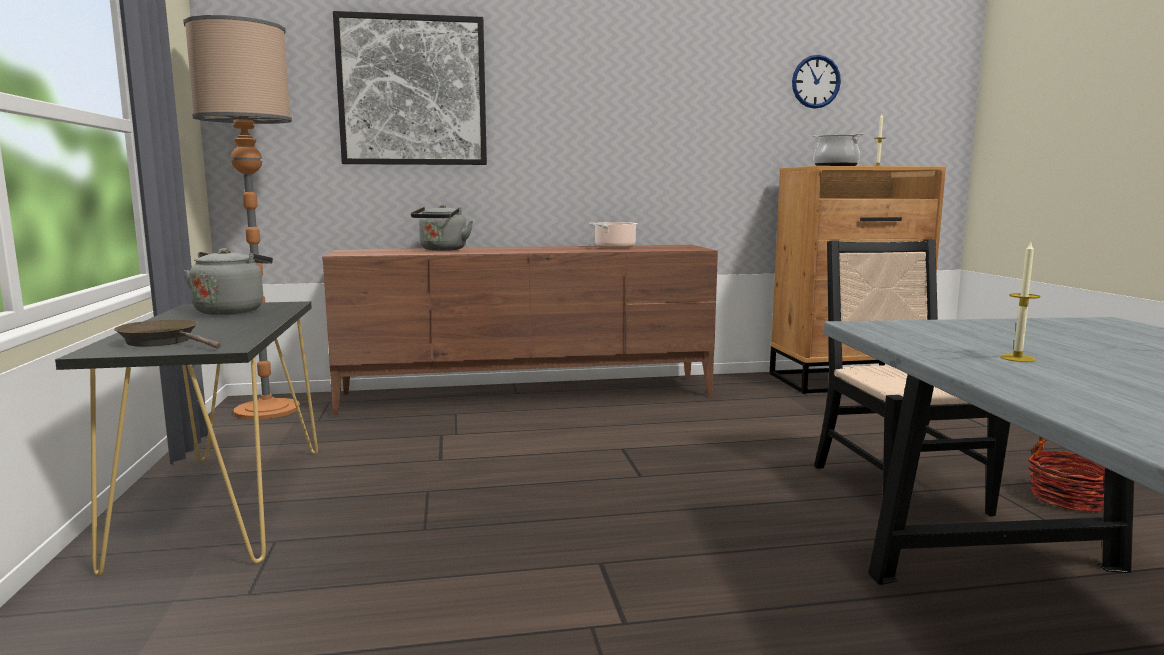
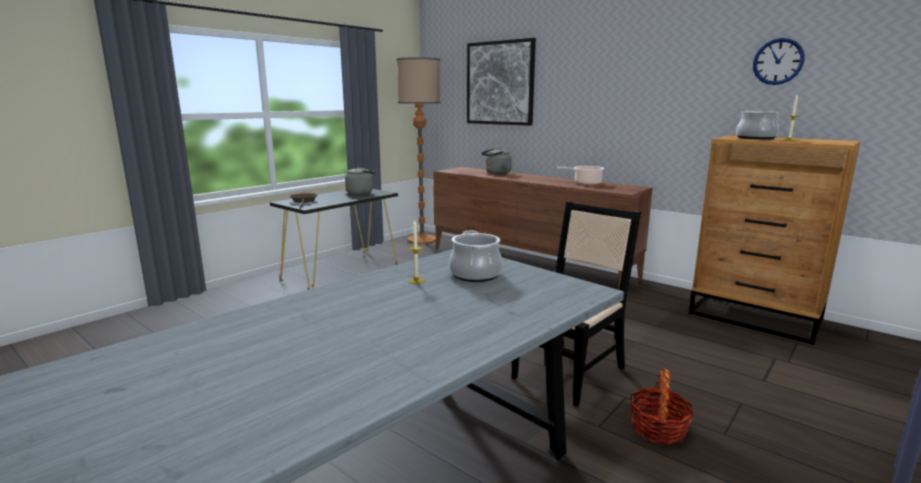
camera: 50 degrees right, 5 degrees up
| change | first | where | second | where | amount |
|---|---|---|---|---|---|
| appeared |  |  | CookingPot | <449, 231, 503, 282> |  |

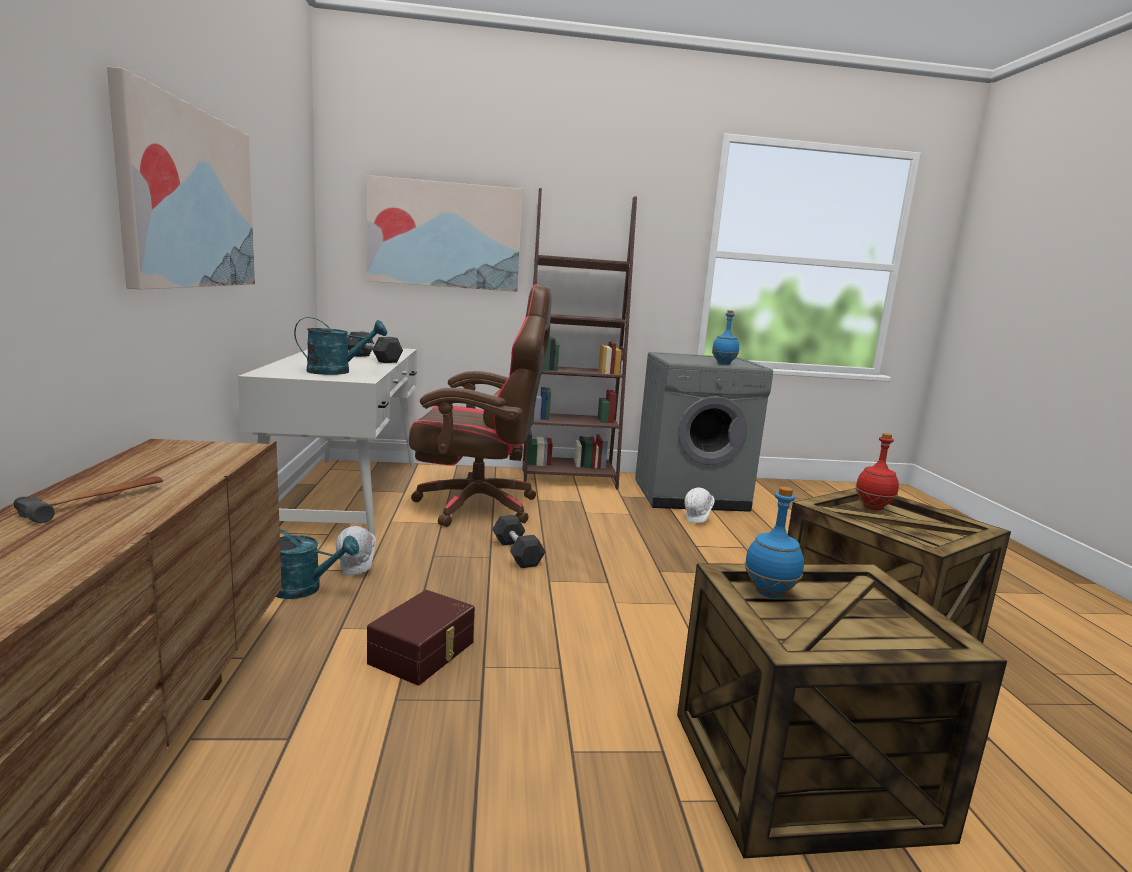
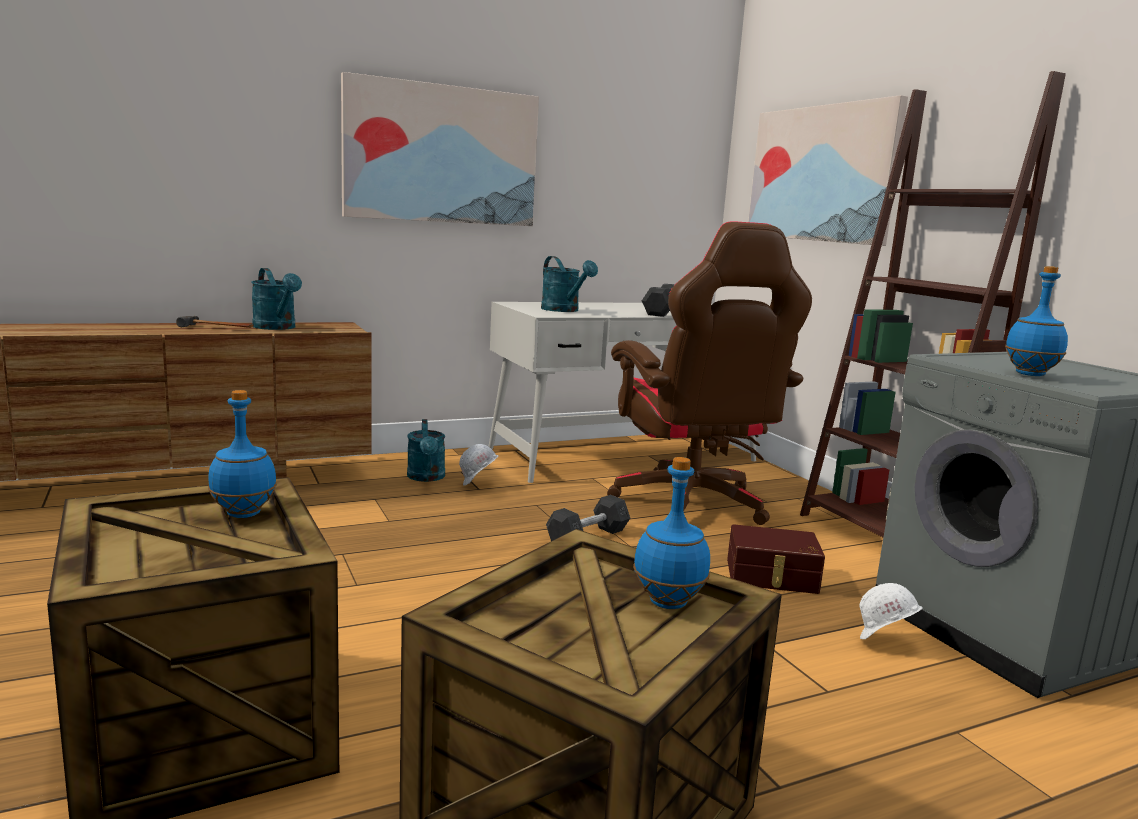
camera: 70 degrees right, 0 degrees up
| change | first | where | second | where | amount |
|---|---|---|---|---|---|
| appeared |  |  | TurquoiseWateringCan | <251, 268, 302, 330> |  |
| relocated | BrownStorageBox | <367, 590, 475, 685> |  | <727, 524, 825, 594> |  |
| colour | RedBottle | <856, 433, 899, 510> | BlueBottle | <633, 457, 710, 609> |  |

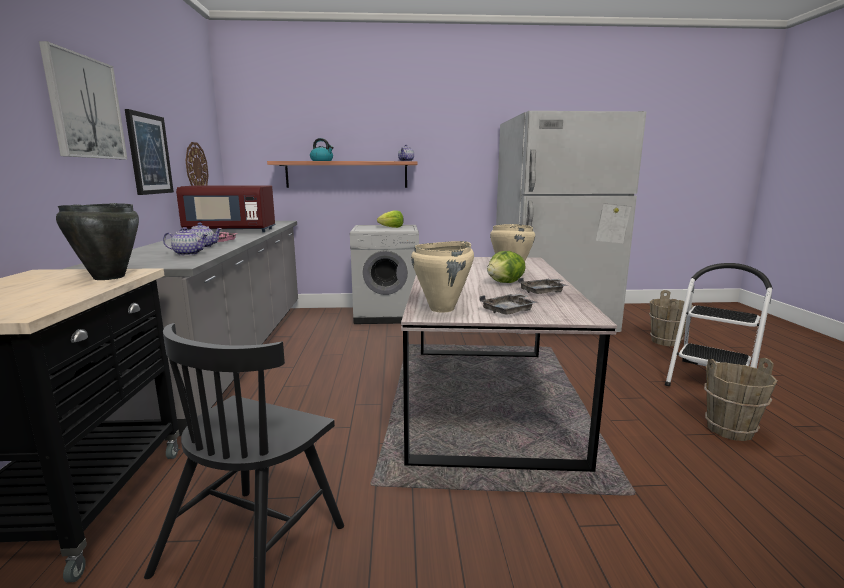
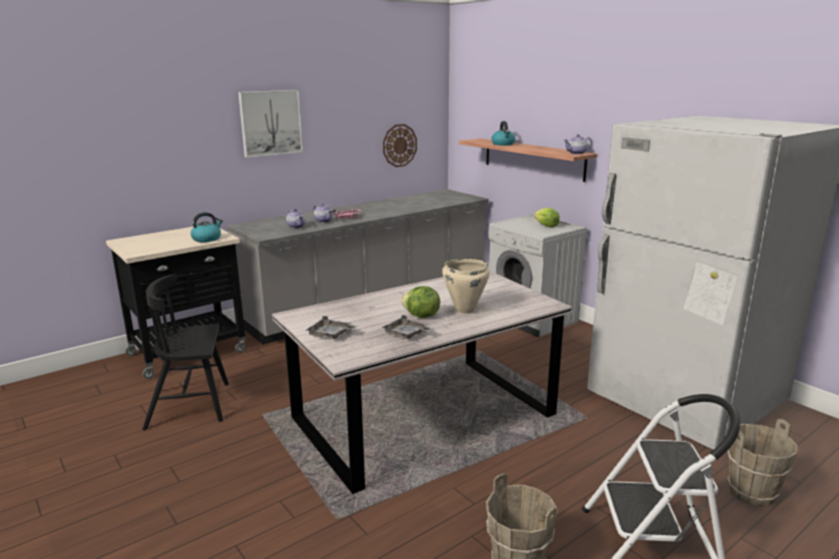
camera: 55 degrees right, 5 degrees up
| change | first | where | second | where | amount |
|---|---|---|---|---|---|
| missing | Picture | <125, 109, 174, 195> |  |  |  |
| missing | RedMicrowave | <176, 185, 276, 232> |  |  |  |
| missing | BeigeCookingPot | <411, 241, 474, 313> |  |  |  |
| exchanged | BlackCookingPot | <56, 203, 139, 280> | Kettle | <191, 212, 223, 242> |  |

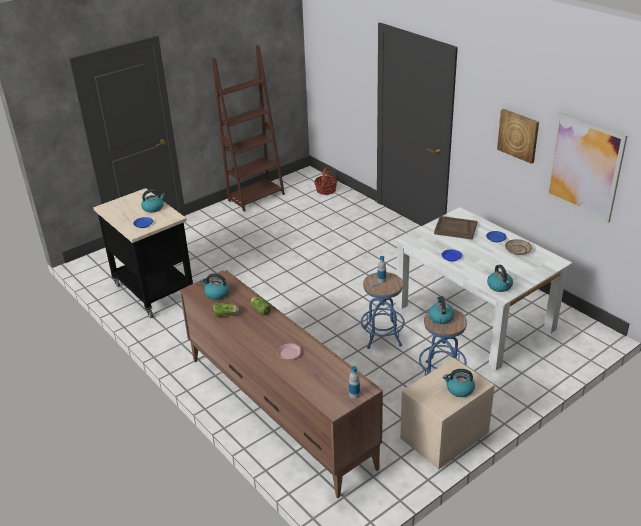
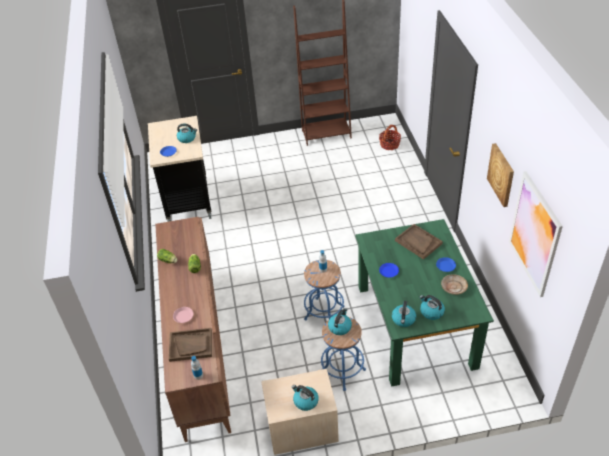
camera: 30 degrees right, 10 degrees up
| change | first | where | second | where | amount |
|---|---|---|---|---|---|
| appeared |  |  | BrownTray | <169, 328, 212, 362> |  |
| relocated | Kettle | <200, 273, 230, 300> |  | <419, 295, 445, 320> |  |
| colour | WhiteDiningTable | <393, 207, 573, 371> | GreenDiningTable | <355, 219, 494, 387> |  |

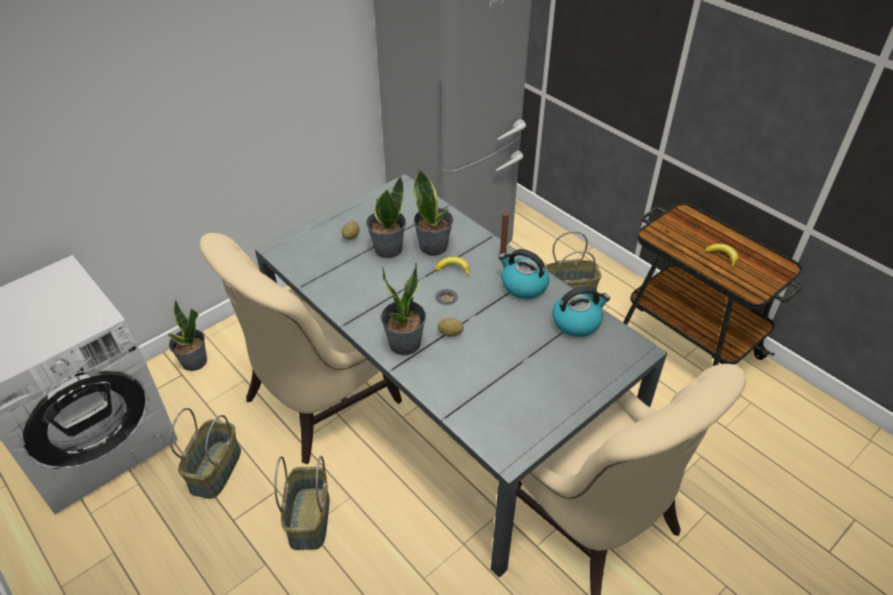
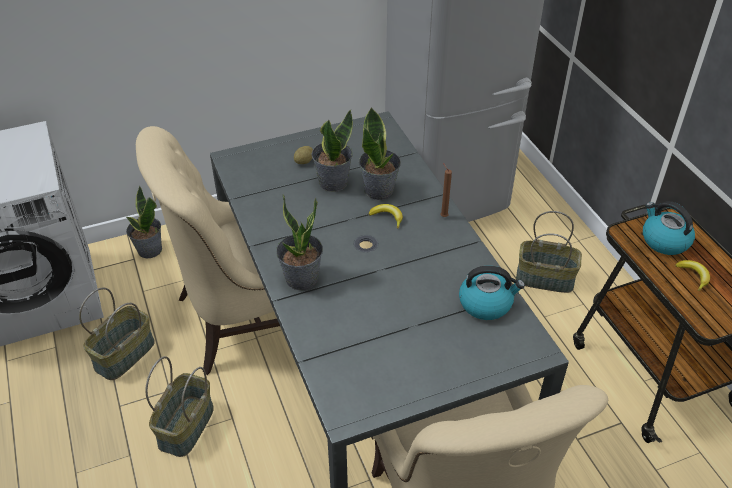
camera: 20 degrees right, 0 degrees up
| change | first | where | second | where | amount |
|---|---|---|---|---|---|
| missing | Potato | <438, 318, 464, 337> |  |  |  |
| relocated | Kettle | <499, 249, 549, 299> |  | <643, 201, 695, 255> |  |

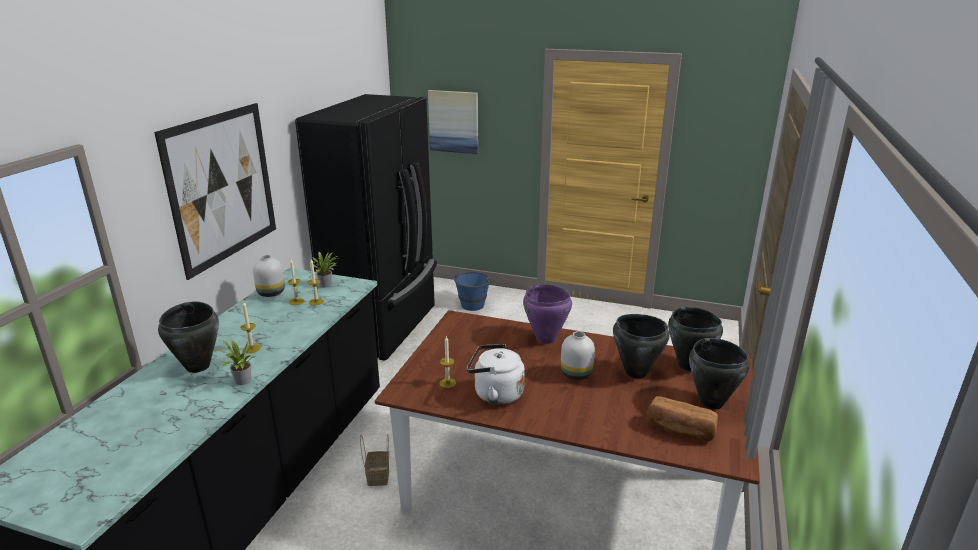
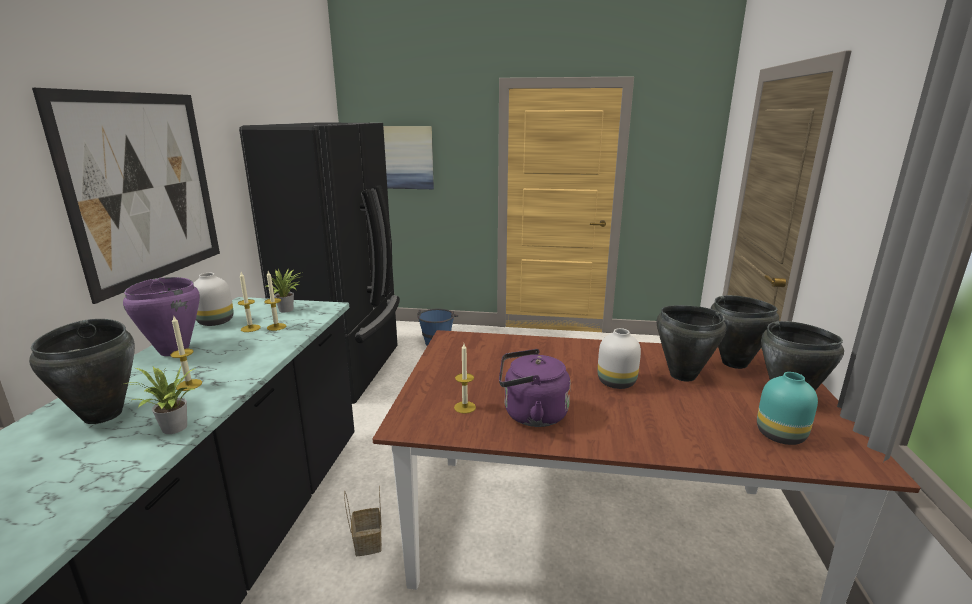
camera: 10 degrees left, 5 degrees down
| change | first | where | second | where | amount |
|---|---|---|---|---|---|
| relocated | PurpleCookingPot | <523, 284, 572, 344> |  | <123, 277, 200, 356> |  |
| exchanged | Bread | <647, 396, 718, 442> | TurquoiseVase | <757, 372, 818, 445> |  |
| colour | WhiteKettle | <467, 344, 525, 405> | PurpleKettle | <499, 349, 571, 427> |  |

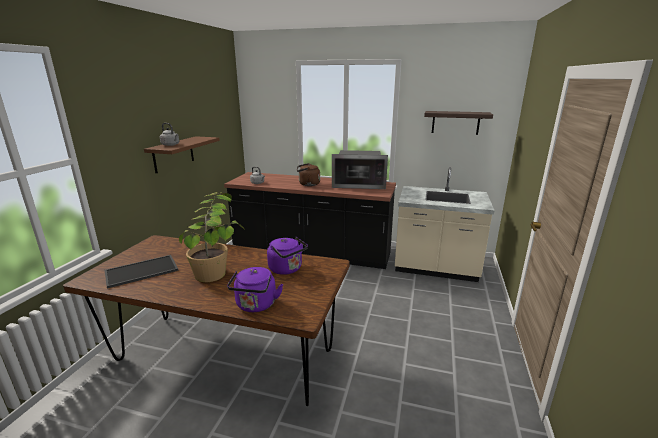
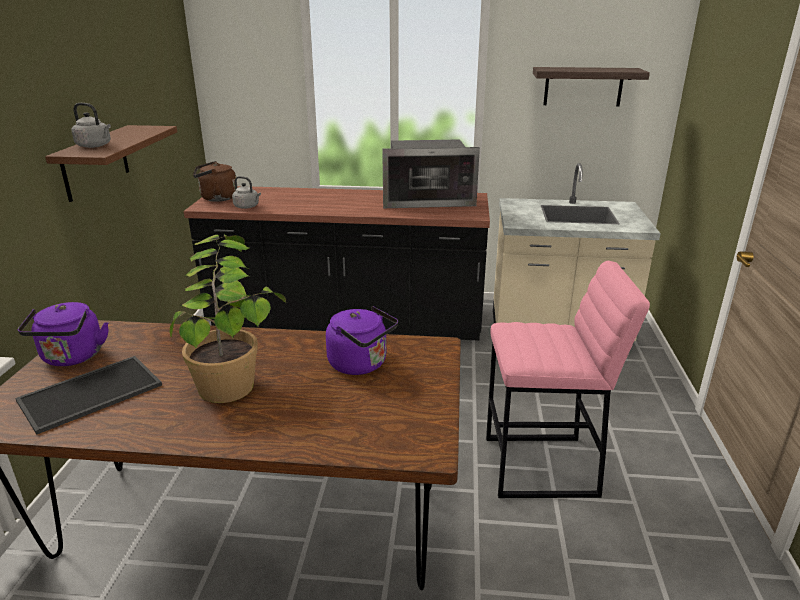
camera: 10 degrees left, 5 degrees up
| change | first | where | second | where | amount |
|---|---|---|---|---|---|
| appeared |  |  | PinkStool | <486, 260, 650, 498> |  |
| relocated | PurpleKettle | <227, 267, 283, 312> |  | <18, 302, 108, 366> |  |
| relocated | BrownKettle | <297, 163, 320, 186> |  | <193, 161, 238, 202> |  |

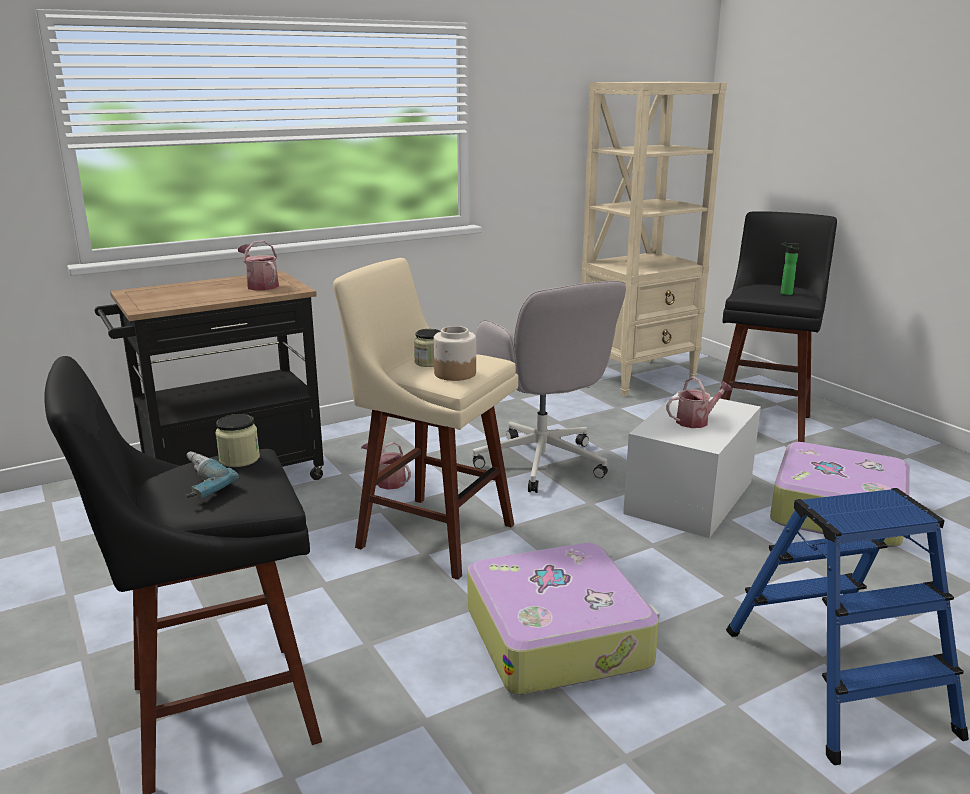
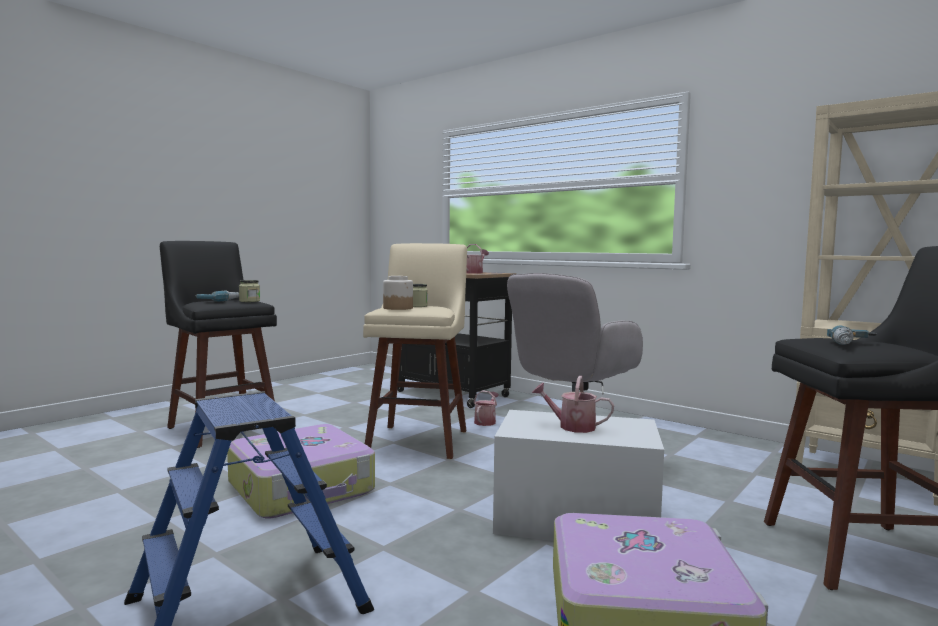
camera: 70 degrees right, 15 degrees down
| change | first | where | second | where | amount |
|---|---|---|---|---|---|
| exchanged | Bottle | <781, 242, 800, 295> | PowerDrill | <827, 325, 876, 345> |  |
| spun | WateringCan | <666, 376, 732, 428> |  | <532, 376, 614, 433> | 150 degrees clockwise |

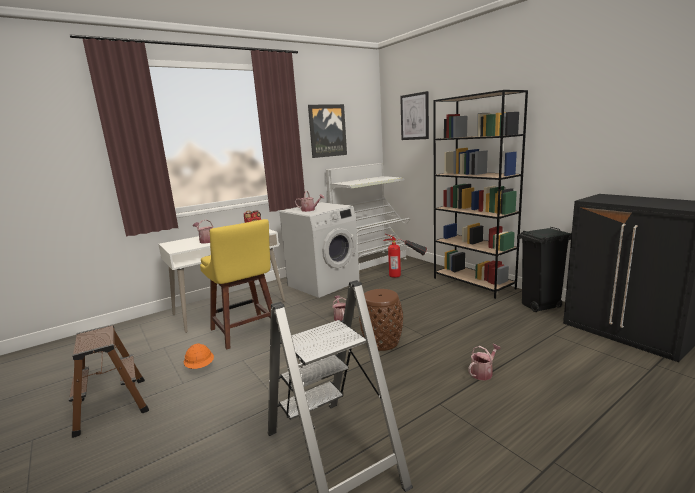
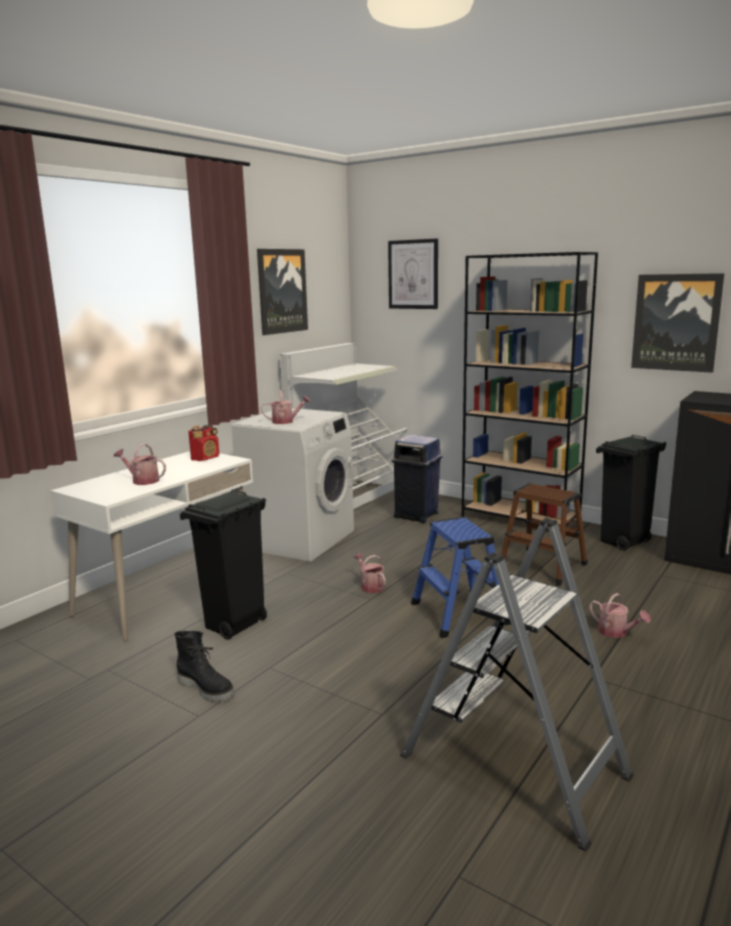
camera: 20 degrees left, 0 degrees up
| change | first | where | second | where | amount |
|---|---|---|---|---|---|
| appeared |  |  | Picture | <631, 273, 724, 373> |  |
| relocated | BrownStepLadder | <69, 324, 149, 438> |  | <501, 483, 588, 586> |  |
| exchanged | OrangeHardHat | <184, 343, 214, 369> | BlackBoot | <174, 631, 234, 702> |  |
| exchanged | YellowStool | <200, 219, 272, 350> | BlackTrashCan | <180, 489, 267, 640> |  |
| exchanged | BrownStool | <359, 289, 403, 351> | BlueStepLadder | <411, 516, 510, 638> |  |
| exchanged | FireExtinguisher | <383, 234, 427, 278> | BlueTrashCan | <392, 435, 443, 523> |  |
| spun | WateringCan | <468, 344, 501, 381> |  | <589, 593, 651, 638> | 105 degrees clockwise |

